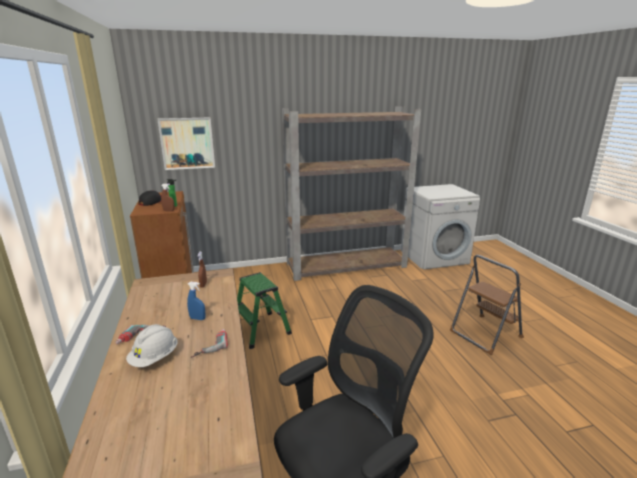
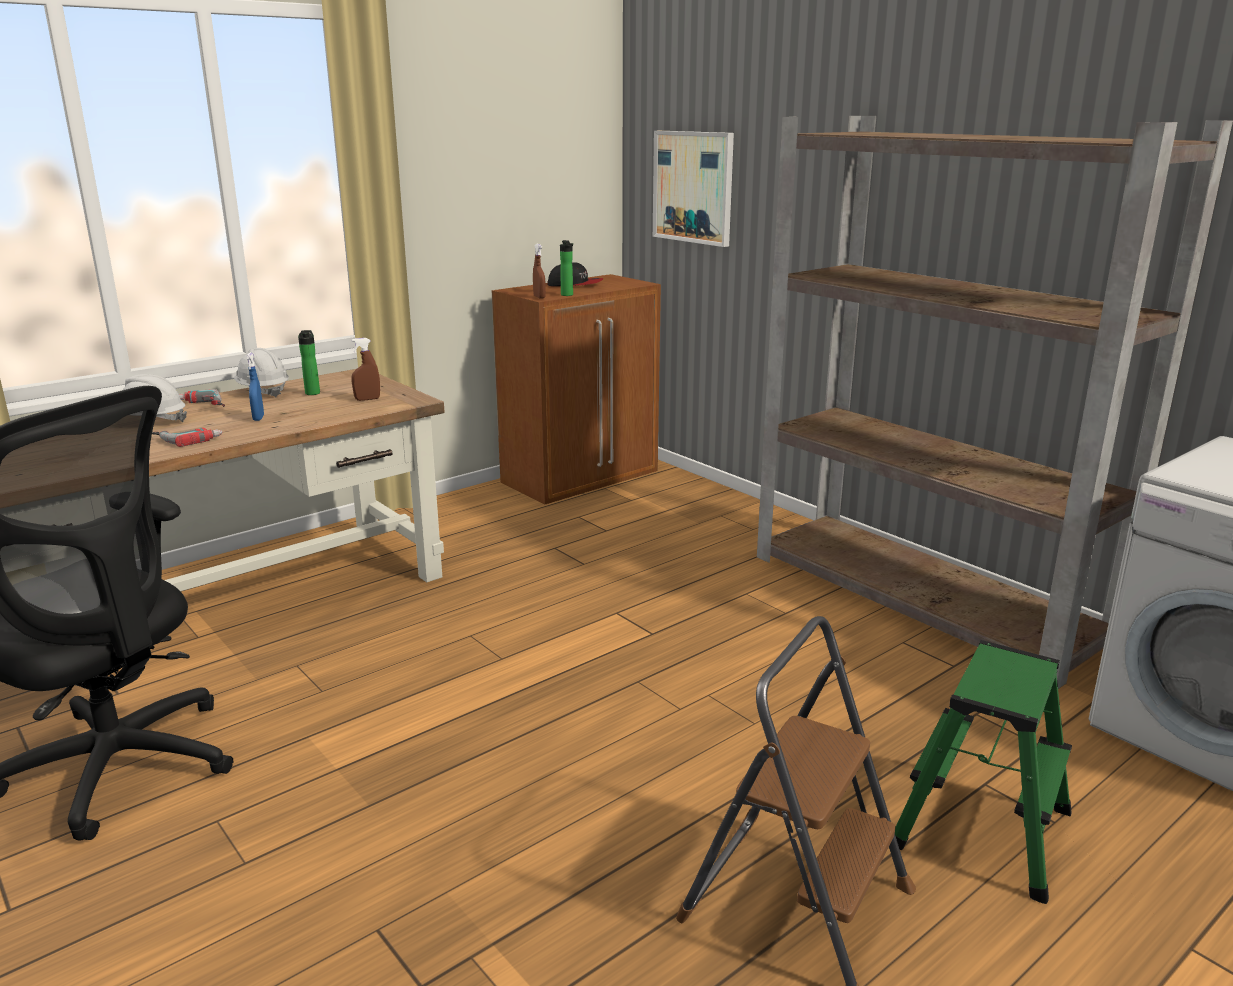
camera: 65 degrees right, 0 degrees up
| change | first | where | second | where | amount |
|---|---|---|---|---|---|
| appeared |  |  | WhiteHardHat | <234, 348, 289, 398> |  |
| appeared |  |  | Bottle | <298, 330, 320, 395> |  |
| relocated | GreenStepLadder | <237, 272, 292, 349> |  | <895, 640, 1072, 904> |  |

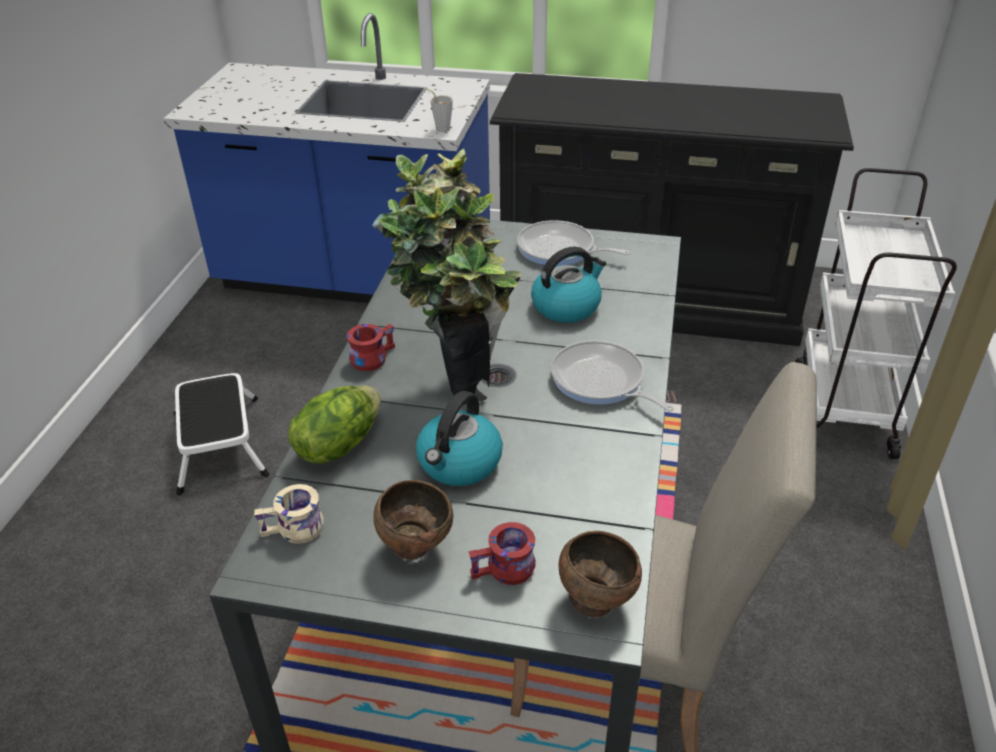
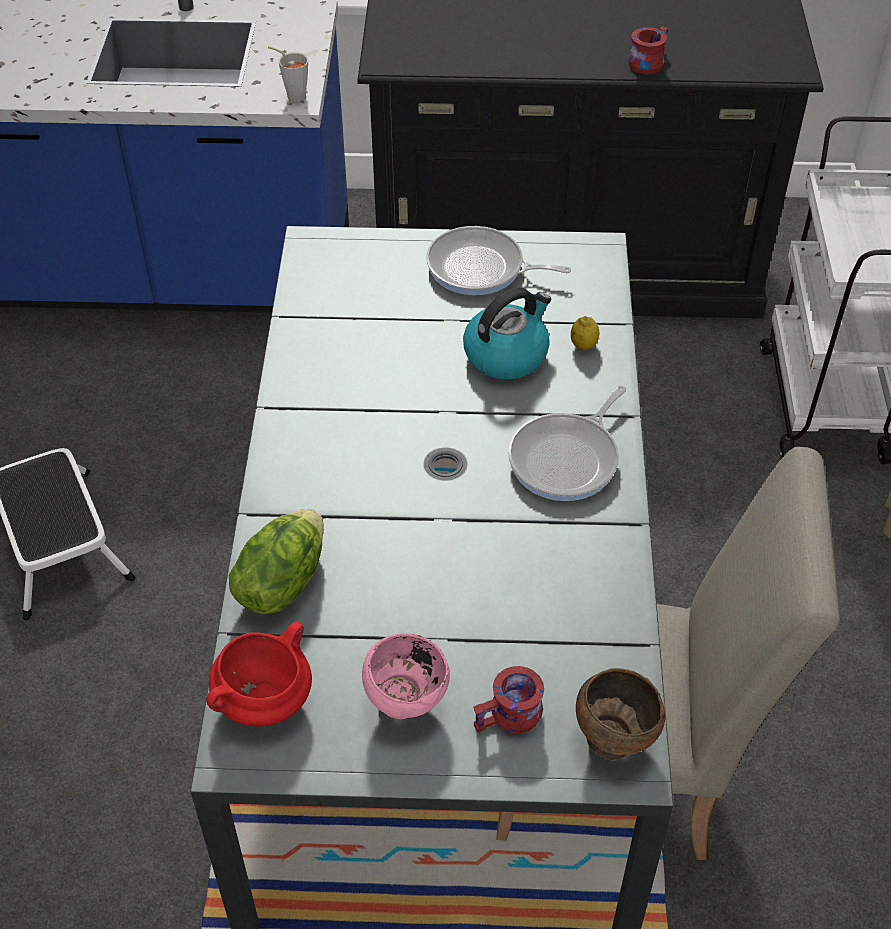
camera: 10 degrees left, 10 degrees up
| change | first | where | second | where | amount |
|---|---|---|---|---|---|
| missing | PottedPlant | <372, 149, 522, 405> |  |  |  |
| missing | Kettle | <416, 391, 503, 486> |  |  |  |
| appeared |  |  | Lemon | <571, 316, 599, 350> |  |
| relocated | RedMug | <347, 324, 395, 371> |  | <628, 26, 668, 74> |  |
| exchanged | BeigeMug | <254, 484, 324, 544> | RedCookingPot | <206, 621, 312, 727> |  |
| colour | BrownBowl | <373, 480, 453, 560> | PinkBowl | <362, 633, 450, 719> |  |
| spun | FryingPan | <551, 340, 674, 412> |  | <508, 385, 626, 501> | 90 degrees counterclockwise |

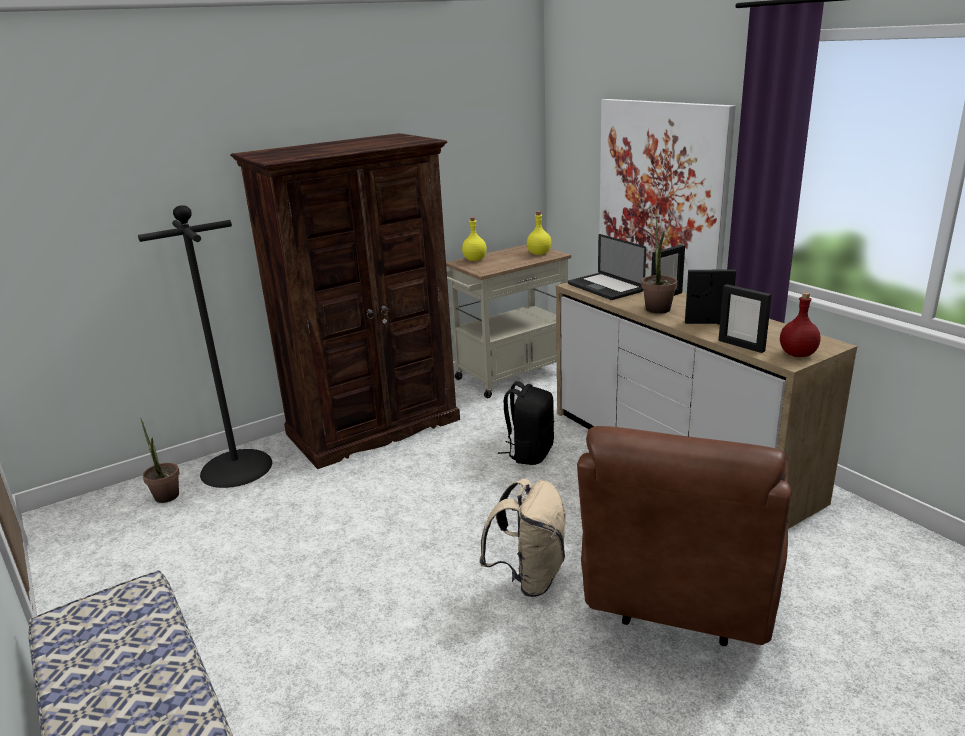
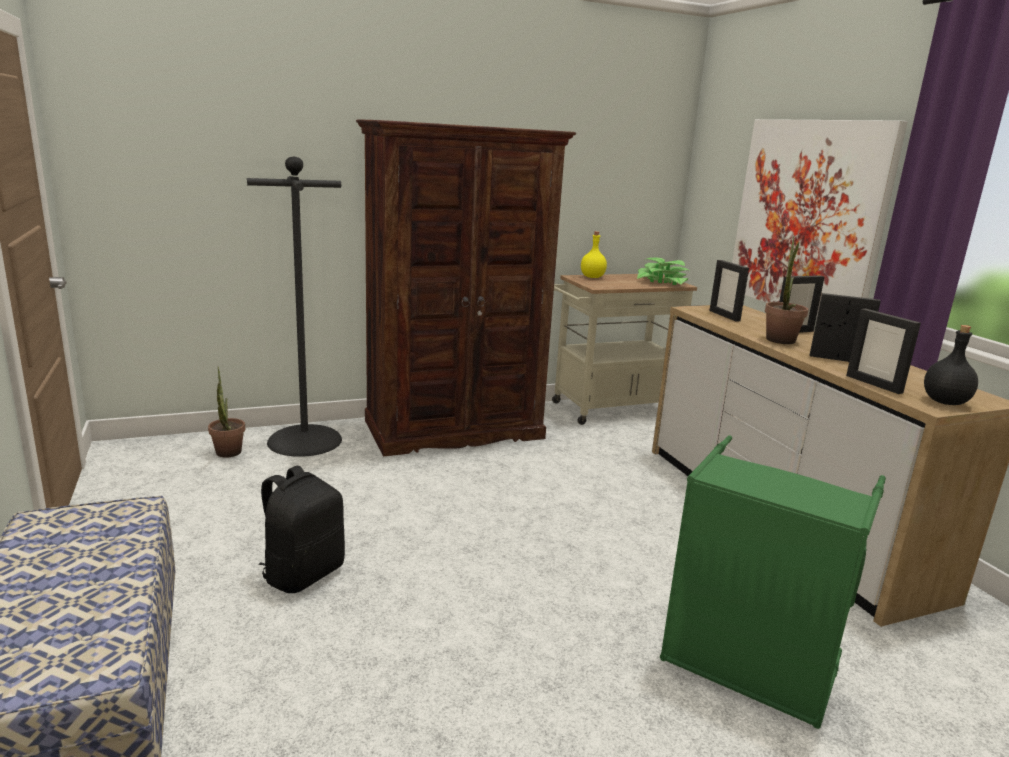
camera: 10 degrees right, 5 degrees down
| change | first | where | second | where | amount |
|---|---|---|---|---|---|
| missing | BeigeBackpack | <479, 479, 567, 597> |  |  |  |
| relocated | BlackBackpack | <498, 381, 554, 465> |  | <259, 466, 345, 593> |  |
| exchanged | YellowBottle | <527, 211, 552, 255> | PottedPlant | <637, 257, 691, 285> |  |
| exchanged | Laptop | <568, 234, 646, 300> | PictureFrame | <709, 260, 749, 321> |  |
| exchanged | BrownArmchair | <577, 426, 791, 646> | GreenLaundryBasket | <660, 435, 886, 729> |  |
| colour | RedBottle | <780, 292, 820, 357> | BlackBottle | <924, 325, 978, 405> |  |

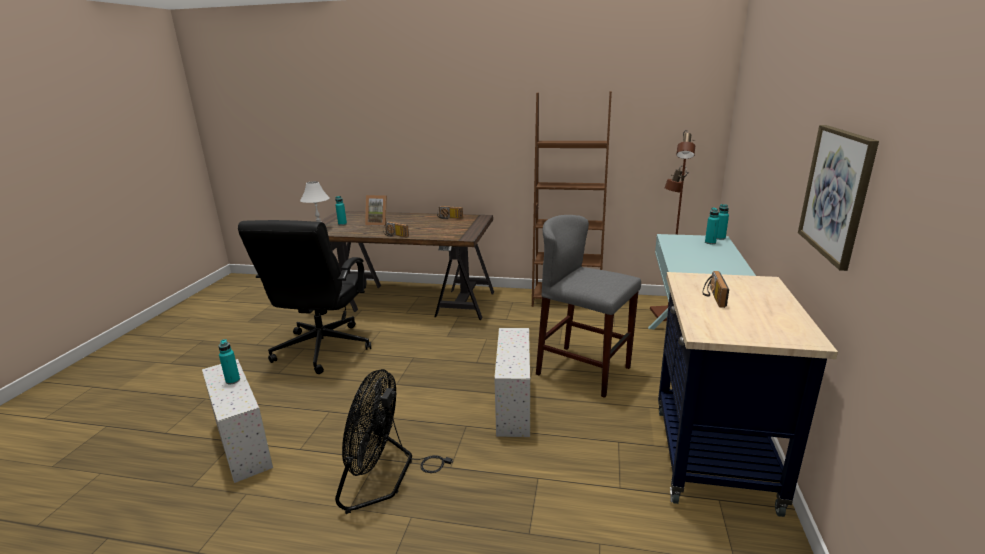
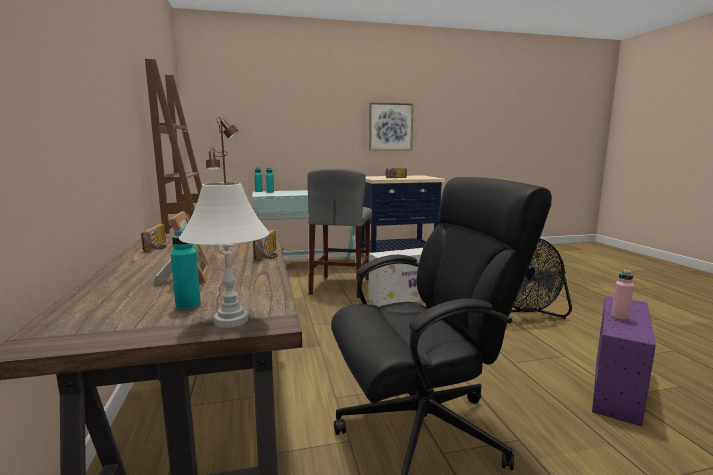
camera: 115 degrees left, 10 degrees down
| change | first | where | second | where | amount |
|---|---|---|---|---|---|
| colour | WhiteStorageBox | <202, 359, 273, 483> | PurpleStorageBox | <592, 296, 656, 427> |  |
| colour | TurquoiseBottle | <219, 339, 240, 384> | PinkBottle | <611, 269, 634, 321> |  |

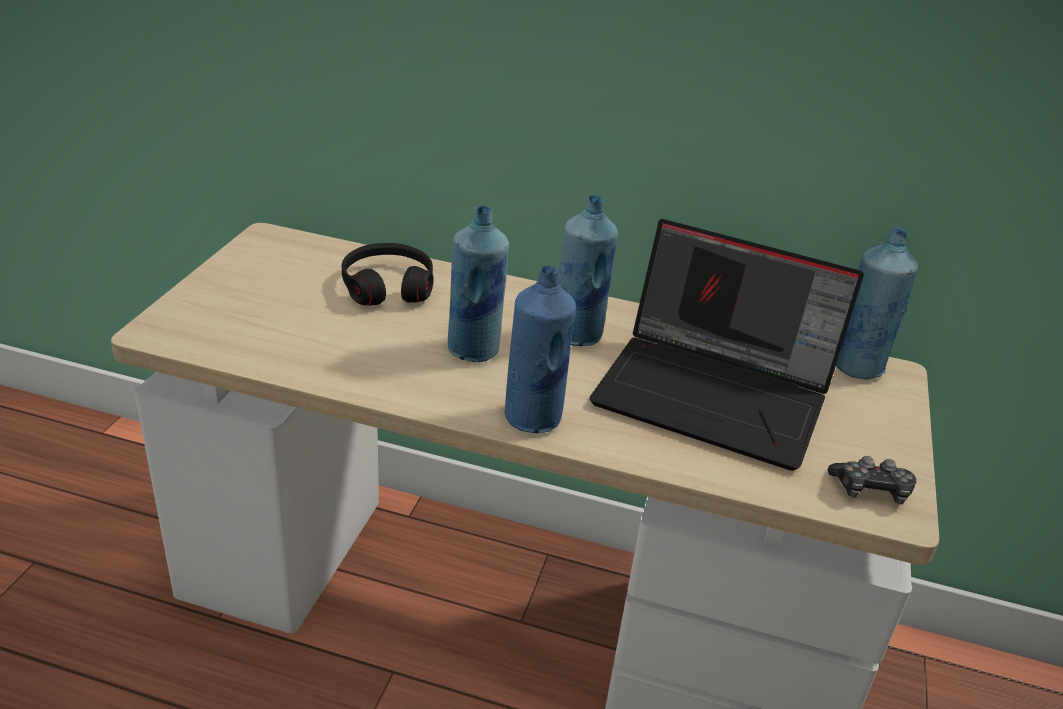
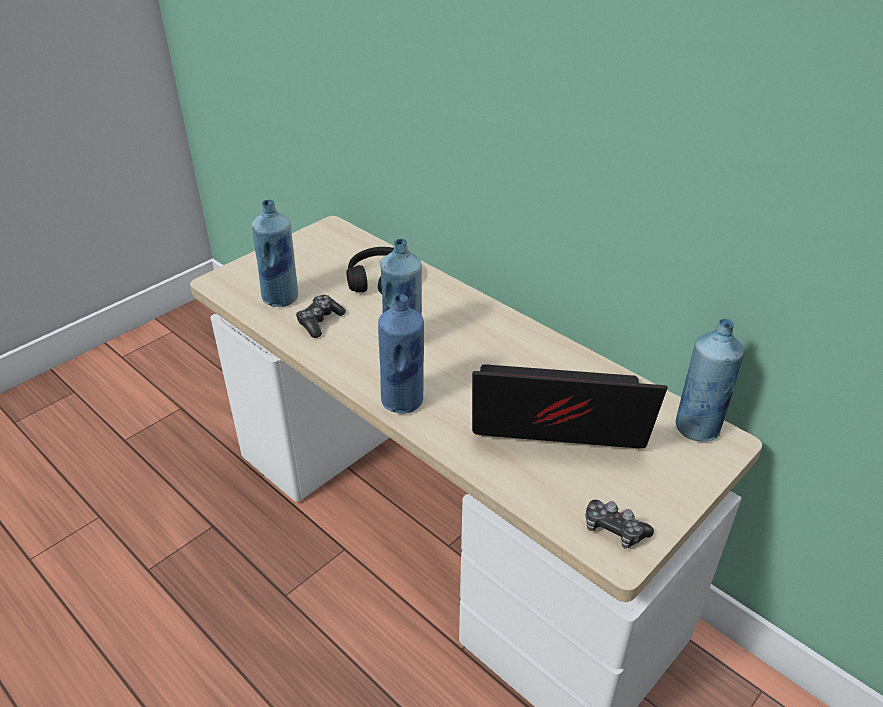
camera: 30 degrees right, 5 degrees up
| change | first | where | second | where | amount |
|---|---|---|---|---|---|
| appeared |  |  | GameController | <296, 295, 346, 338> |  |
| relocated | BlueBottle | <558, 195, 618, 346> |  | <251, 200, 298, 307> |  |
| spun | Laptop | <590, 219, 864, 471> |  | <472, 364, 668, 448> | 135 degrees clockwise |

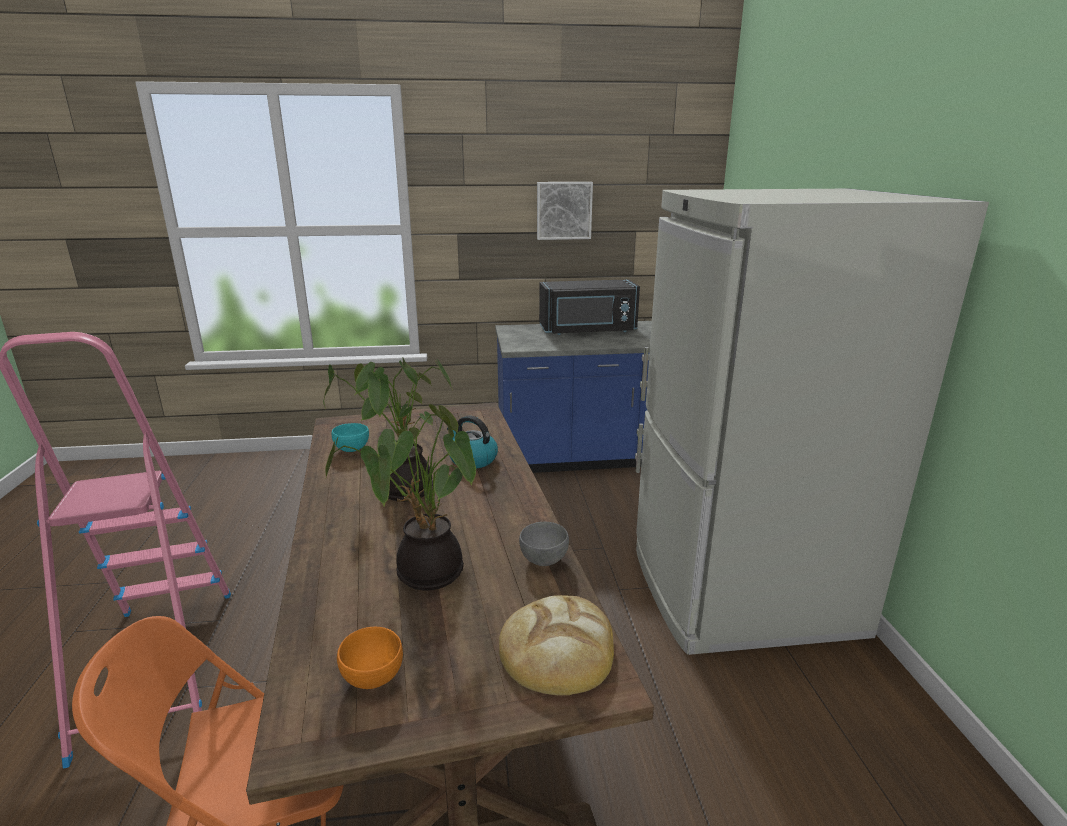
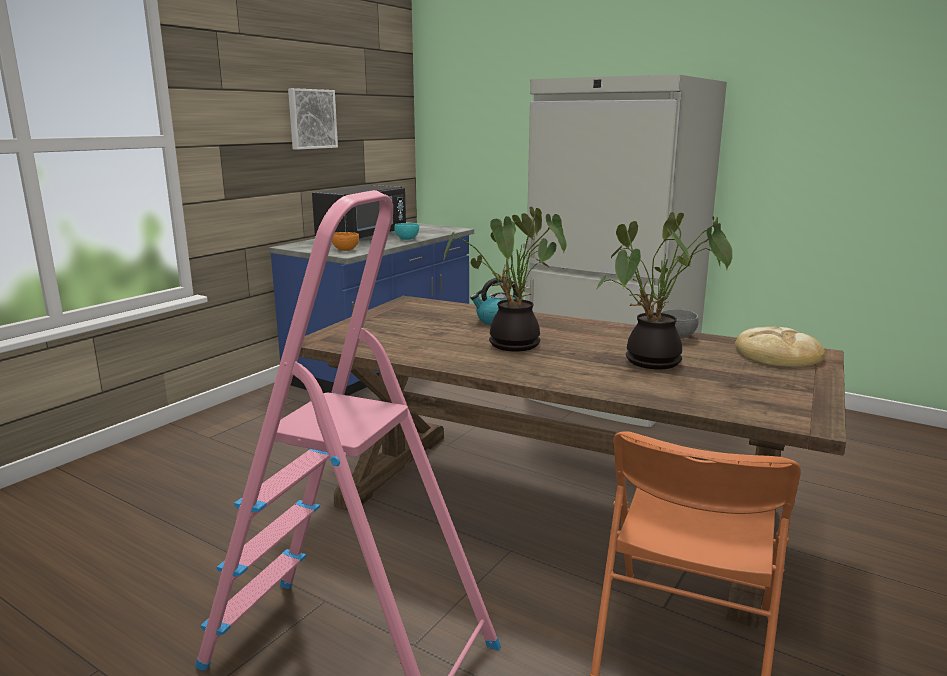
camera: 50 degrees left, 5 degrees down
| change | first | where | second | where | amount |
|---|---|---|---|---|---|
| relocated | TurquoiseBowl | <332, 423, 369, 452> |  | <394, 223, 419, 240> |  |
| relocated | OrangeBowl | <337, 627, 403, 689> |  | <332, 232, 359, 251> |  |

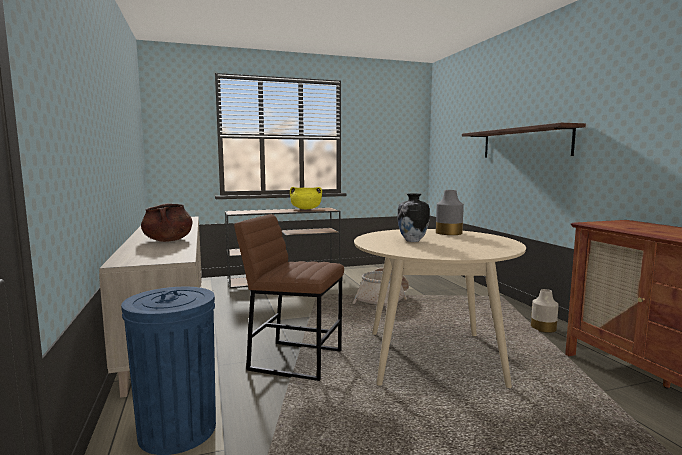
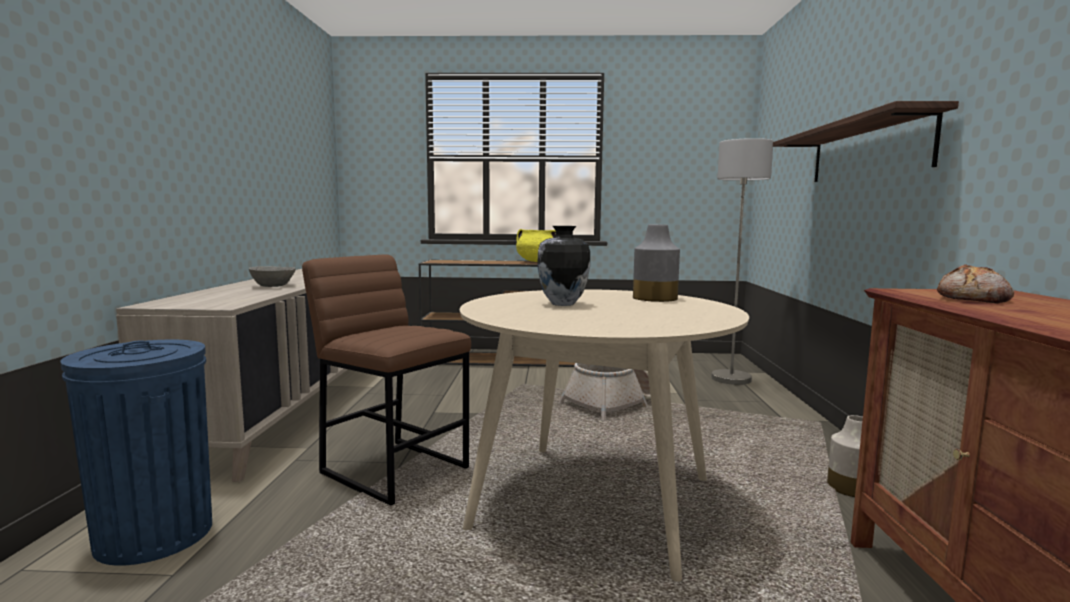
camera: 20 degrees right, 0 degrees up
| change | first | where | second | where | amount |
|---|---|---|---|---|---|
| appeared |  |  | GreyFloorLamp | <712, 138, 773, 385> |  |
| appeared |  |  | Bread | <937, 264, 1014, 304> |  |
| exchanged | BrownCookingPot | <141, 203, 193, 242> | GreyBowl | <248, 266, 296, 287> |  |

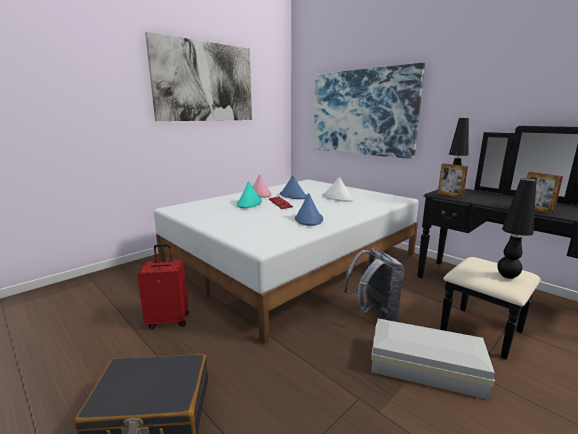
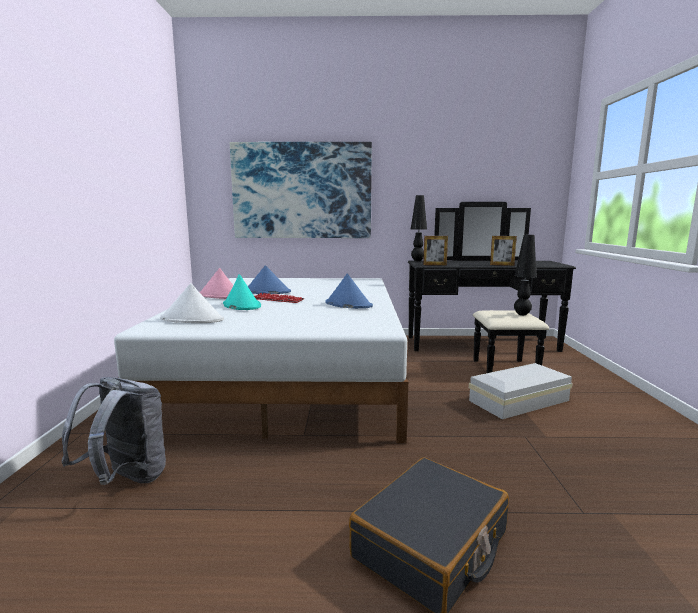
camera: 45 degrees left, 5 degrees down
| change | first | where | second | where | amount |
|---|---|---|---|---|---|
| missing | RedSuitcase | <137, 244, 189, 329> |  |  |  |
| missing | Picture | <145, 32, 252, 121> |  |  |  |
| relocated | WhiteHat | <323, 177, 354, 202> |  | <160, 283, 224, 323> |  |
| relocated | GreyBackpack | <343, 248, 405, 321> |  | <62, 377, 166, 485> |  |

